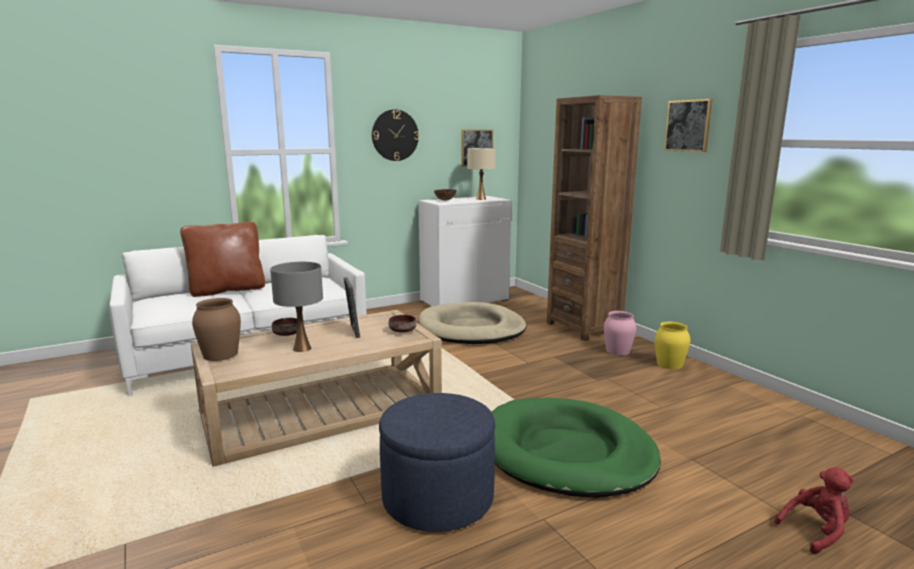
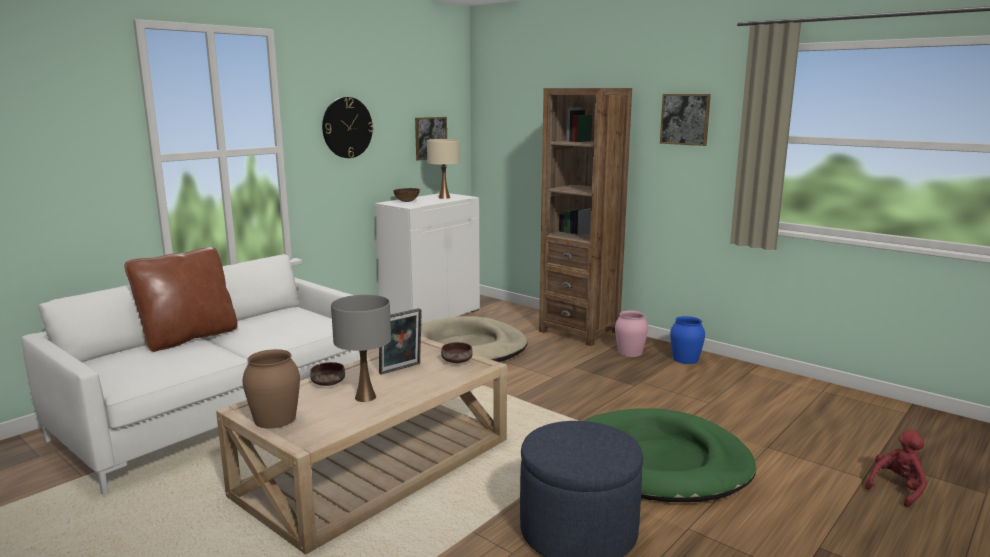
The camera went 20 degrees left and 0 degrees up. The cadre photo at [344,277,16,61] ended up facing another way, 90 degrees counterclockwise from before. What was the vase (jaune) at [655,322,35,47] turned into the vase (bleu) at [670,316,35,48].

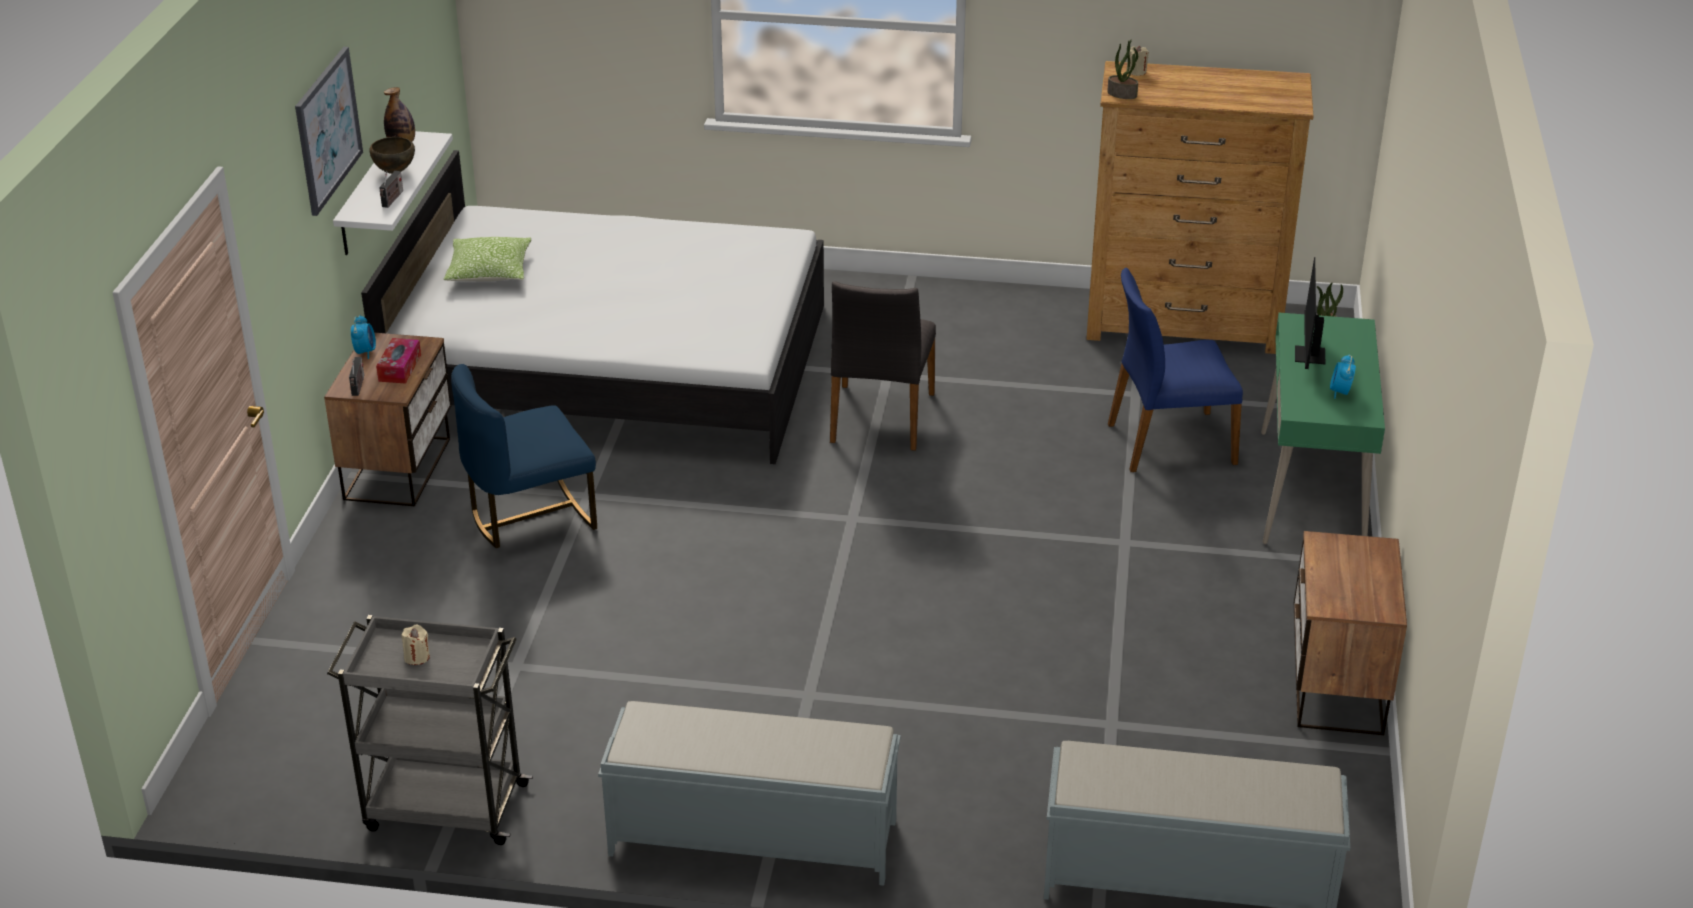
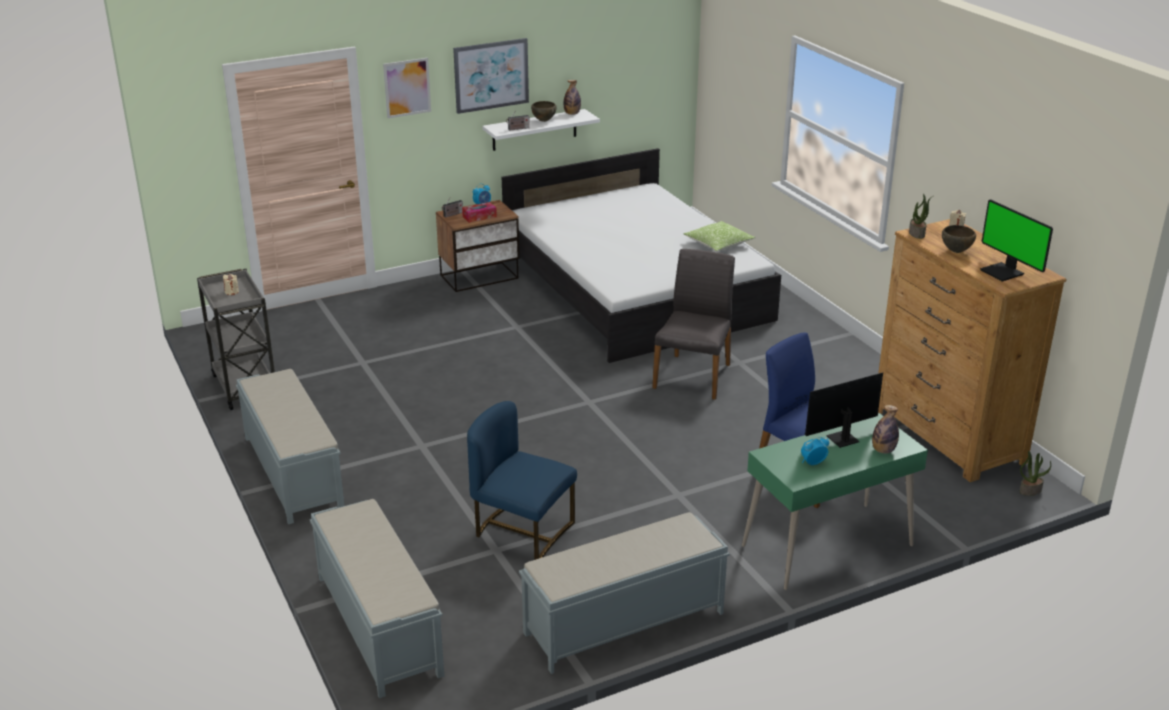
The camera went 55 degrees right and 5 degrees down. The second view gained the tableau at [383,58,48,60]. The chaise (bleu) ended up elsewhere, having gone from [451,364,146,184] to [467,401,110,159]. Where the table de chevet stood at [1294,531,113,204], the banc (gris) came to stand at [519,512,211,162]. The chaise (gris) at [830,281,106,170] ended up facing another way, 135 degrees clockwise from before. The coussin ended up elsewhere, having gone from [444,237,87,45] to [683,221,72,30]. The second view gained the bouteille at [872,405,27,49]. The second view gained the bol (marron) at [942,225,34,28]. The second view gained the écran d'ordinateur at [980,199,73,82].

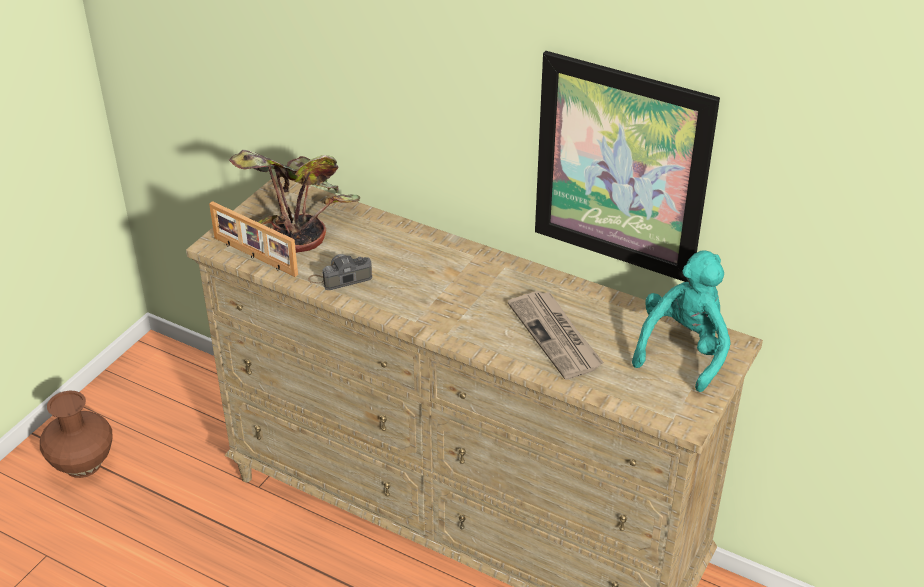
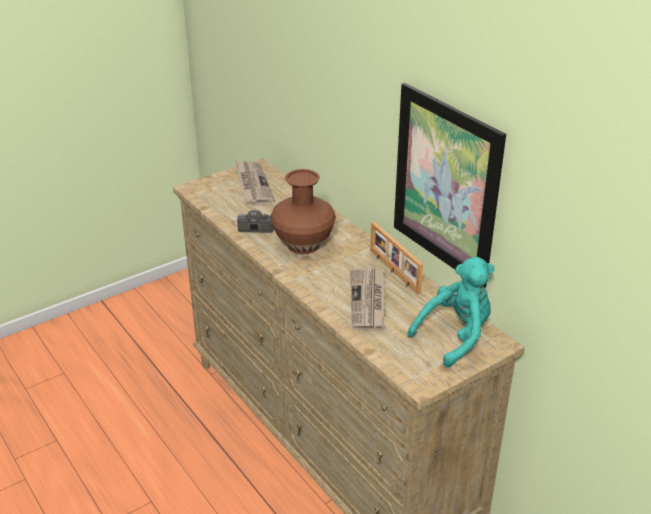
The camera went 25 degrees right and 5 degrees down. Where the plante en pot stood at [229,150,131,103], the journal came to stand at [235,160,40,46]. The vase (marron) ended up elsewhere, having gone from [40,391,73,87] to [270,169,66,85]. The cadre photo ended up elsewhere, having gone from [209,201,89,76] to [370,222,53,72].

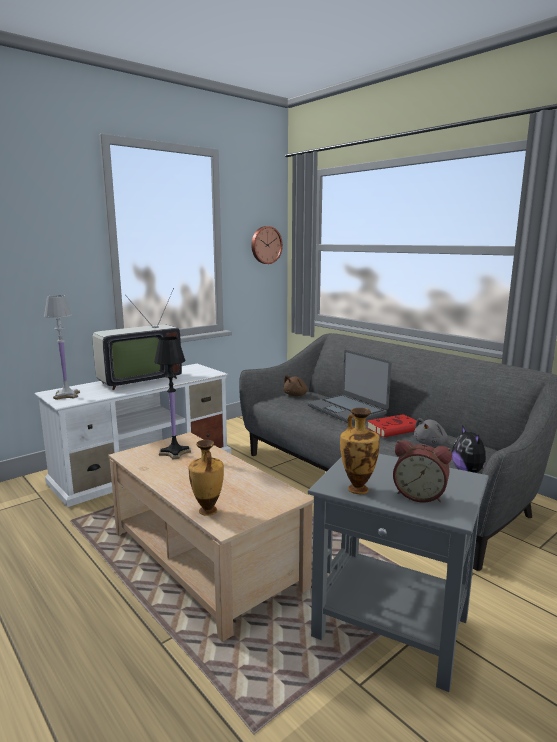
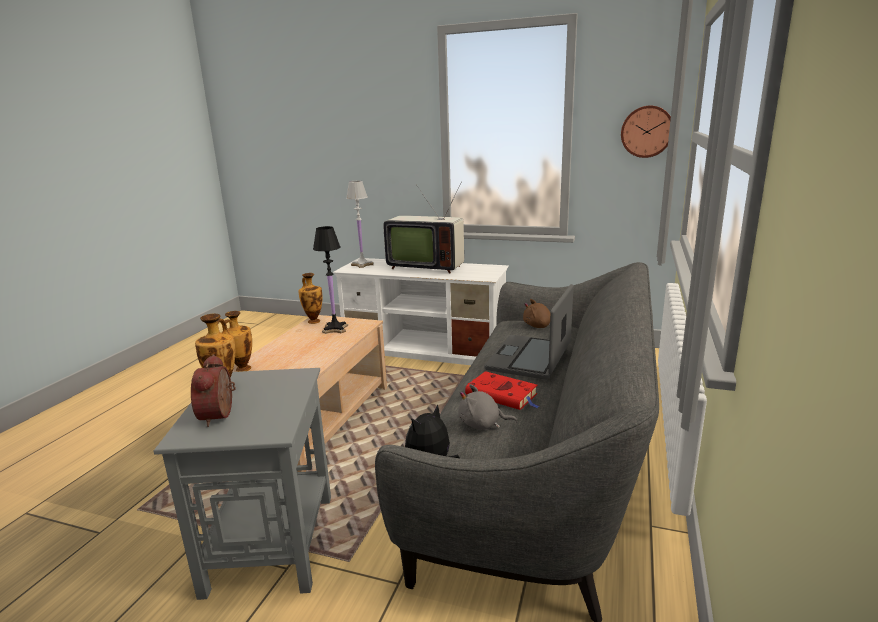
The camera went 60 degrees right and 5 degrees up. The second view gained the vase at [298,273,24,51].

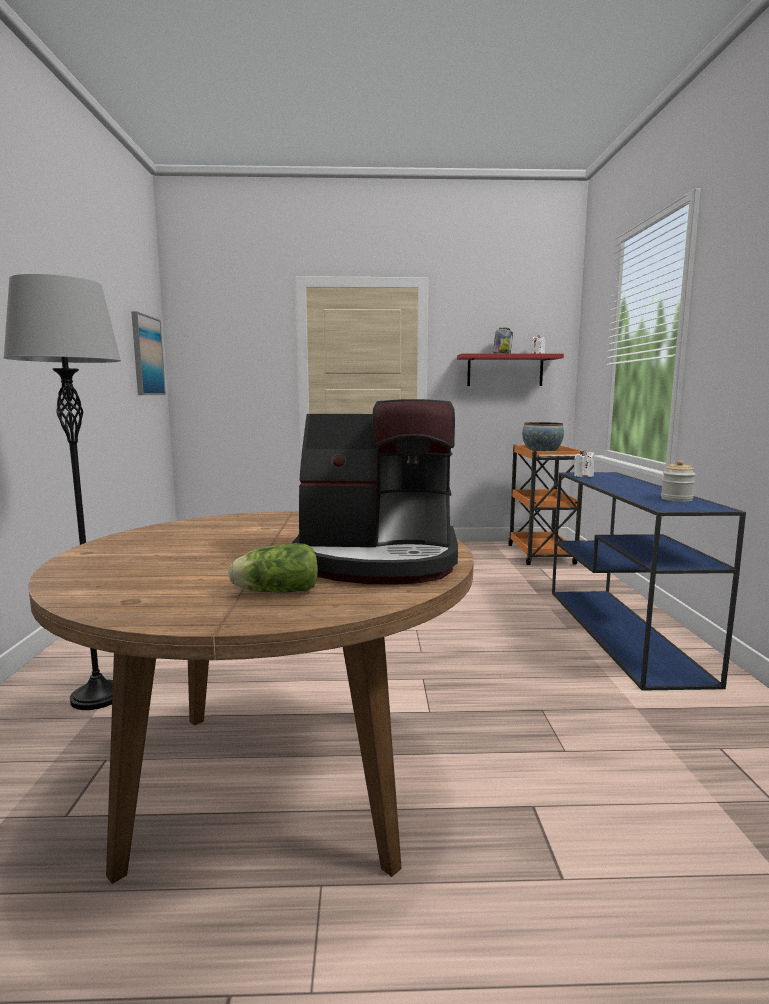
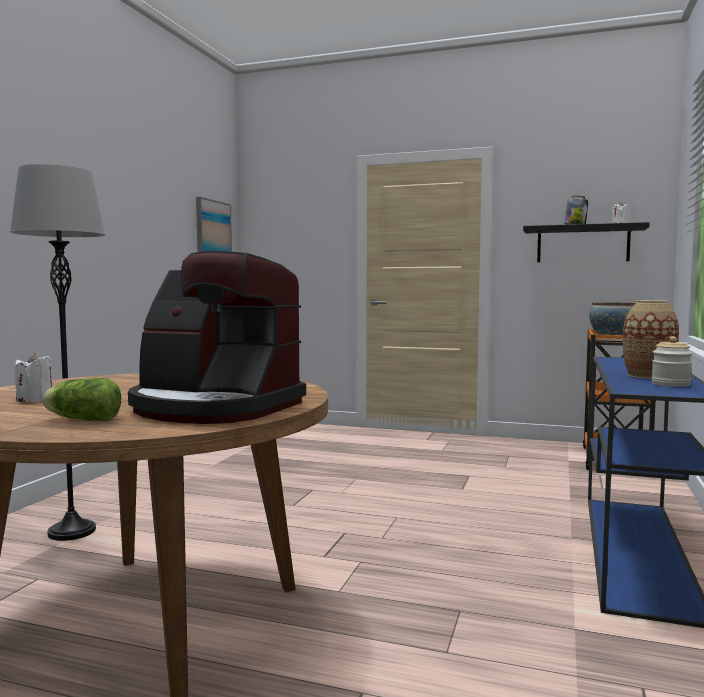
The camera went 20 degrees right and 5 degrees down. The bougie (blanc) ended up elsewhere, having gone from [574,450,20,27] to [14,353,38,49]. What was the étagère (rouge) at [457,353,107,33] turned into the étagère (noir) at [523,222,127,40]. The second view gained the vase at [623,300,56,79].

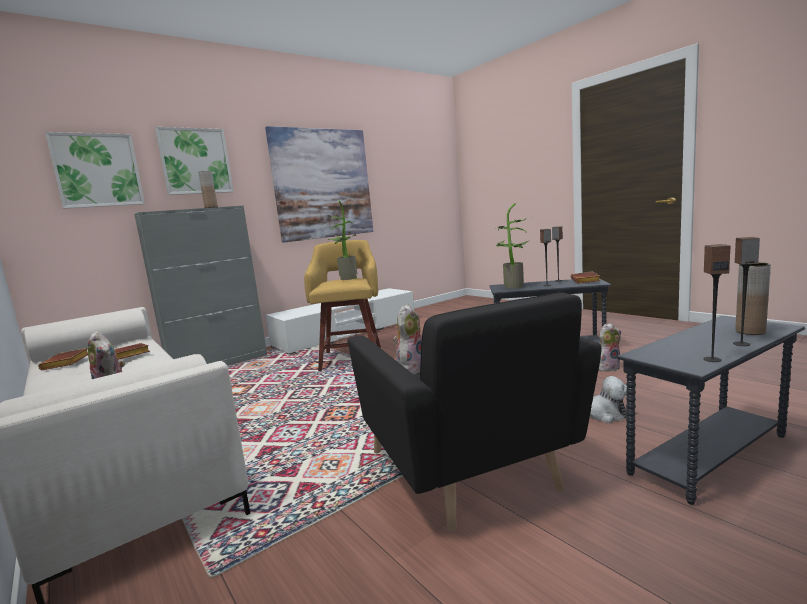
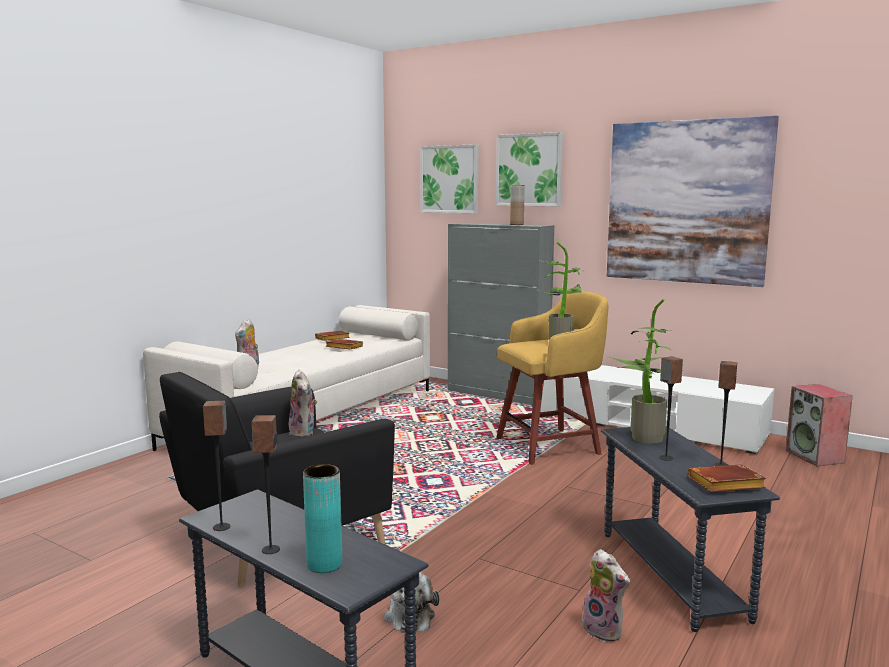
The camera went 70 degrees right and 0 degrees up. The peluche at [393,304,29,71] ended up facing another way, 60 degrees clockwise from before. What was the vase (marron) at [735,262,36,73] turned into the vase (turquoise) at [303,464,39,109]. The second view gained the enceinte at [786,384,67,82].

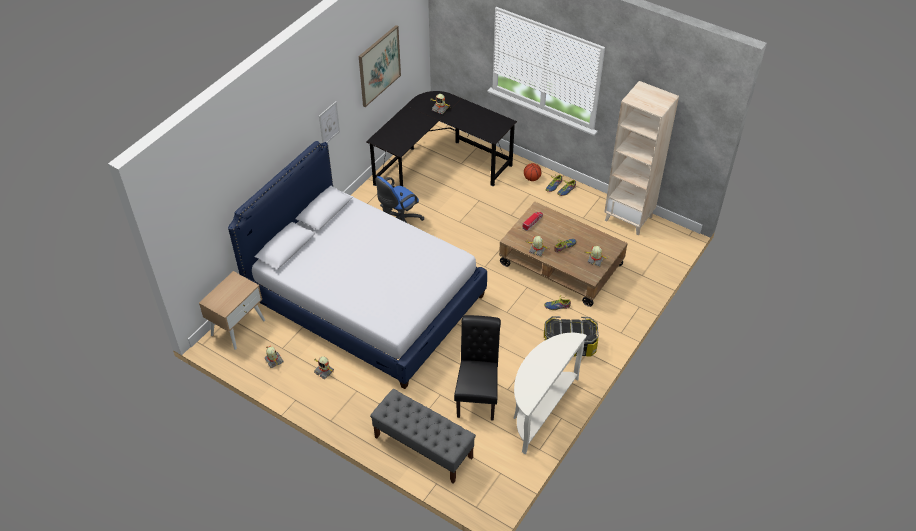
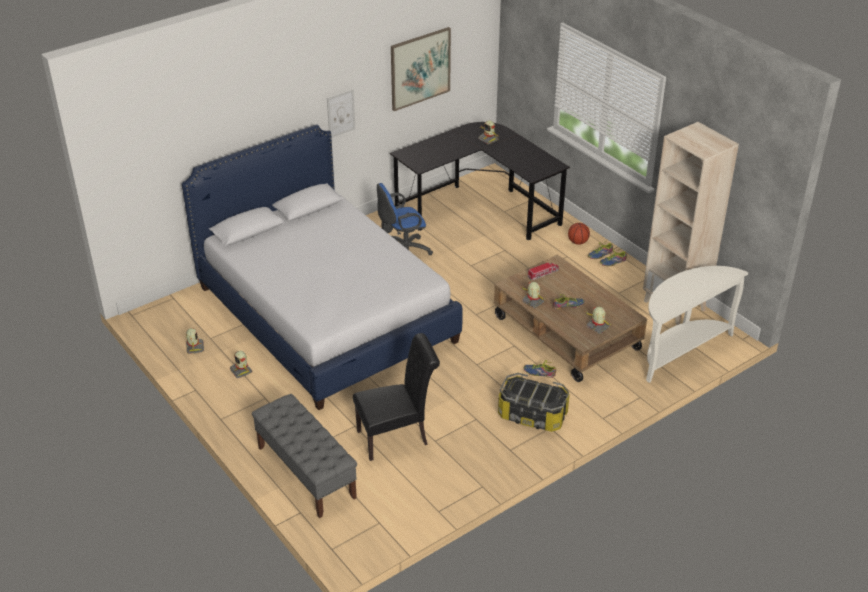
The camera went 20 degrees right and 10 degrees down. The chaise (noir) at [454,315,47,106] ended up facing another way, 45 degrees clockwise from before. The table console (blanc) ended up elsewhere, having gone from [513,333,74,121] to [646,266,102,117]. The second view lost the table de chevet (beige) at [199,271,66,79].

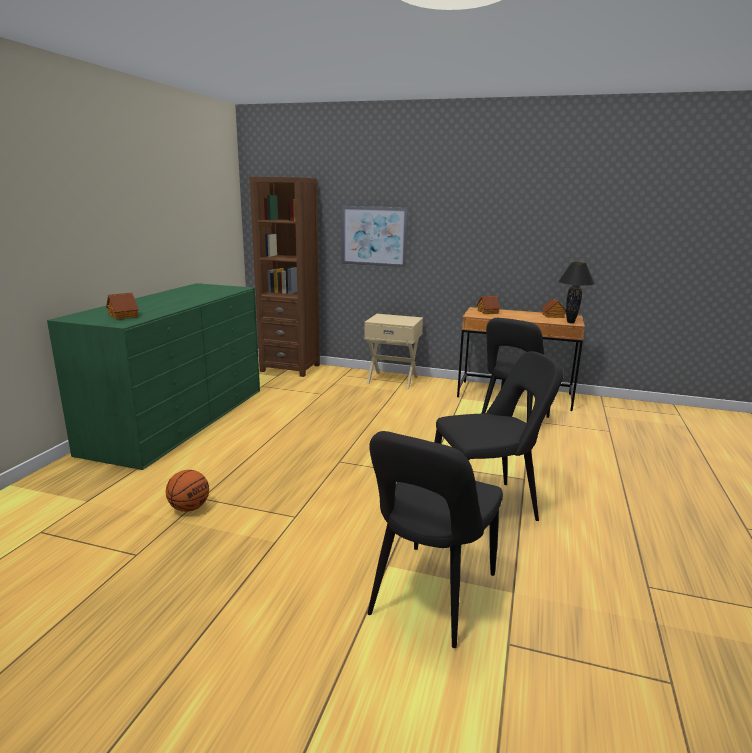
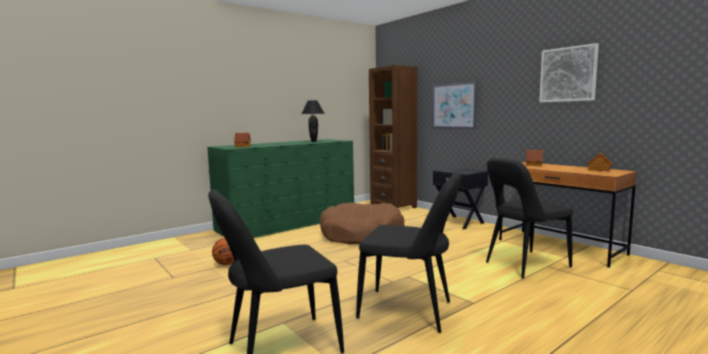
The camera went 35 degrees right and 10 degrees down. The lampe de table (noir) ended up elsewhere, having gone from [558,262,37,61] to [301,100,24,42]. The second view gained the panier pour chien (marron) at [319,203,86,41]. What was the table de chevet (beige) at [364,314,59,75] turned into the table de chevet (noir) at [433,167,55,62]. The second view gained the tableau at [539,43,60,59].

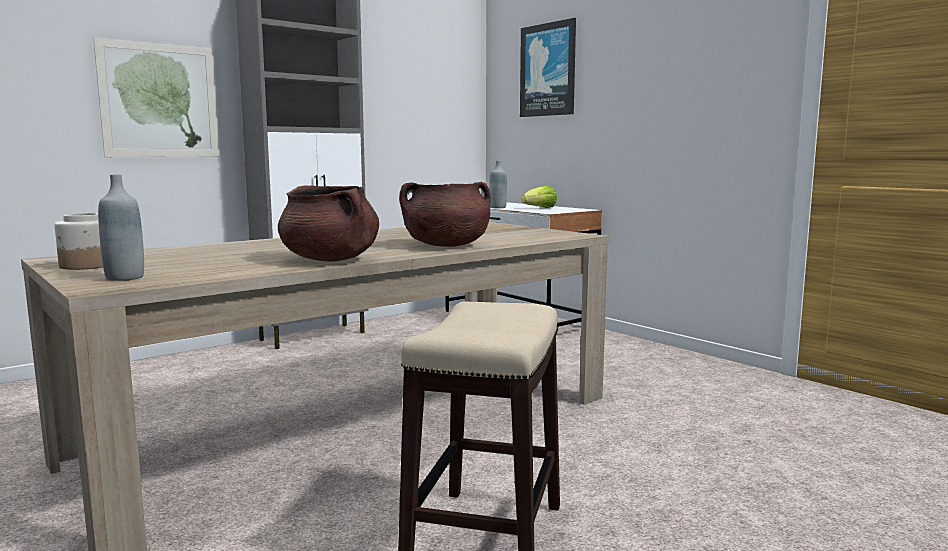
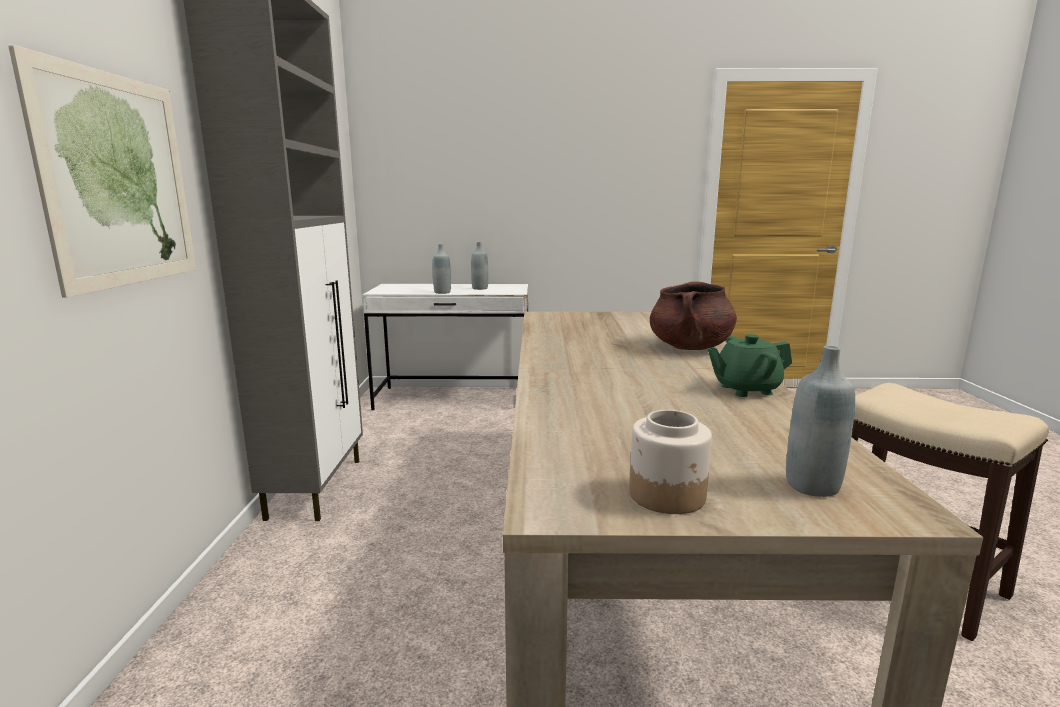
The camera went 50 degrees left and 5 degrees up. Where the laitue stood at [521,185,36,23], the bouteille (gris) came to stand at [471,242,17,48]. Where the marmite (marron) stood at [278,185,101,76], the théière (vert) came to stand at [708,334,84,63]. The second view lost the tableau at [520,18,56,99].

